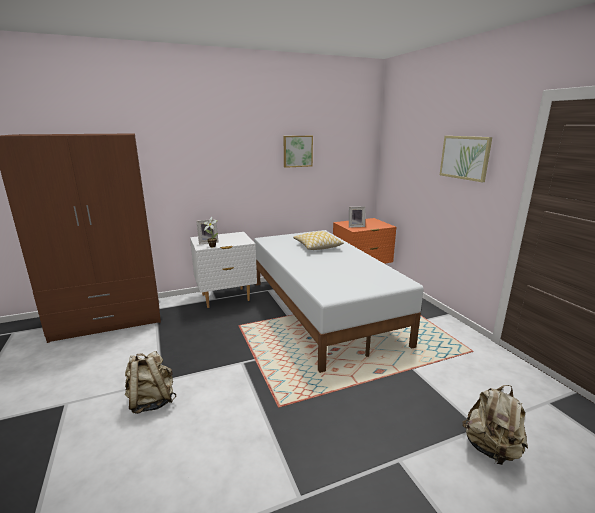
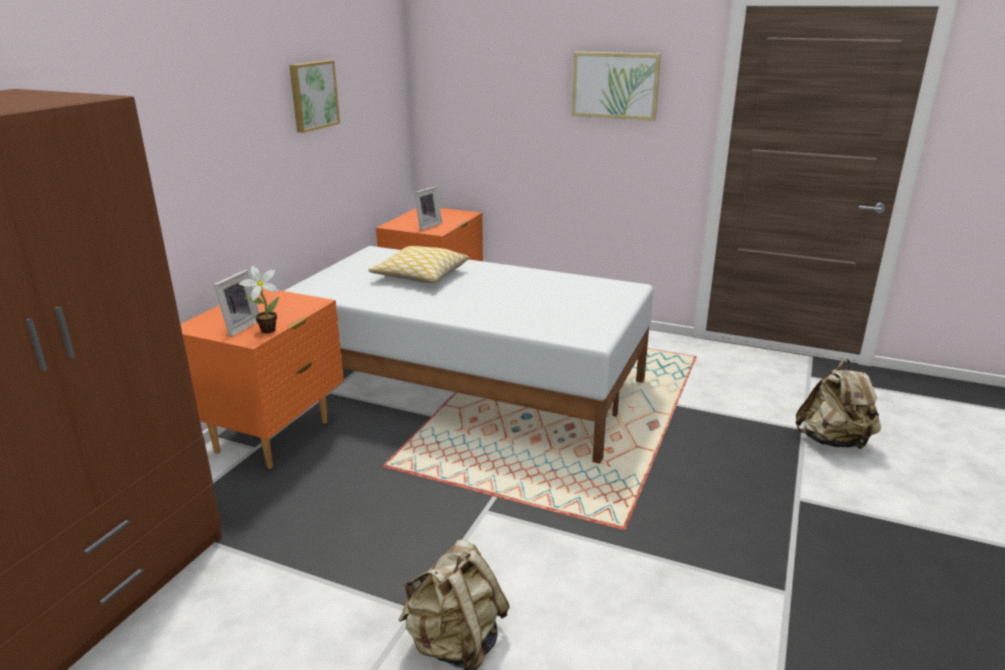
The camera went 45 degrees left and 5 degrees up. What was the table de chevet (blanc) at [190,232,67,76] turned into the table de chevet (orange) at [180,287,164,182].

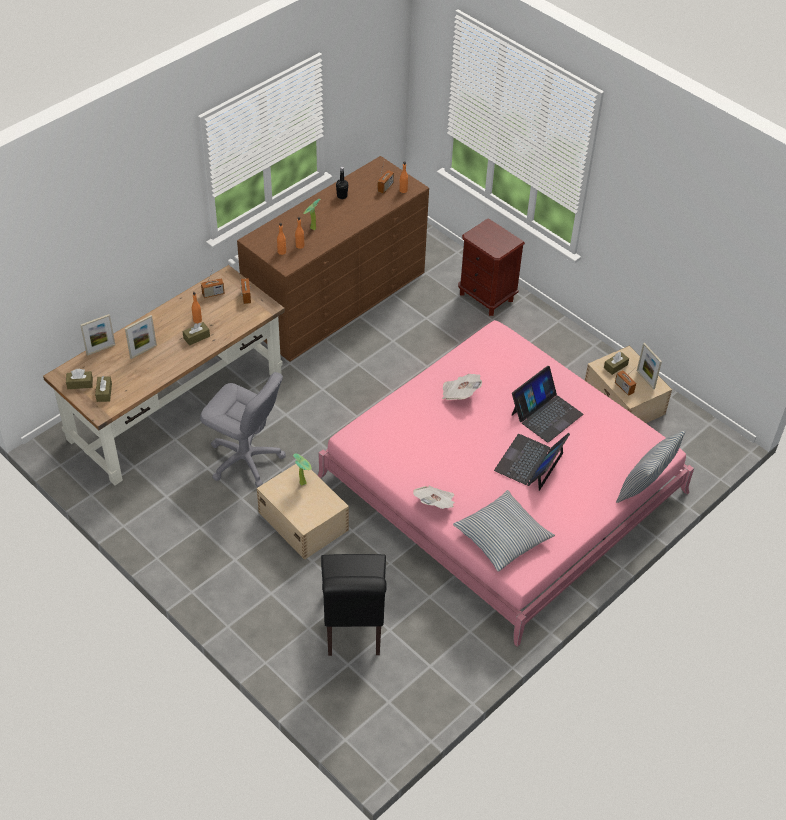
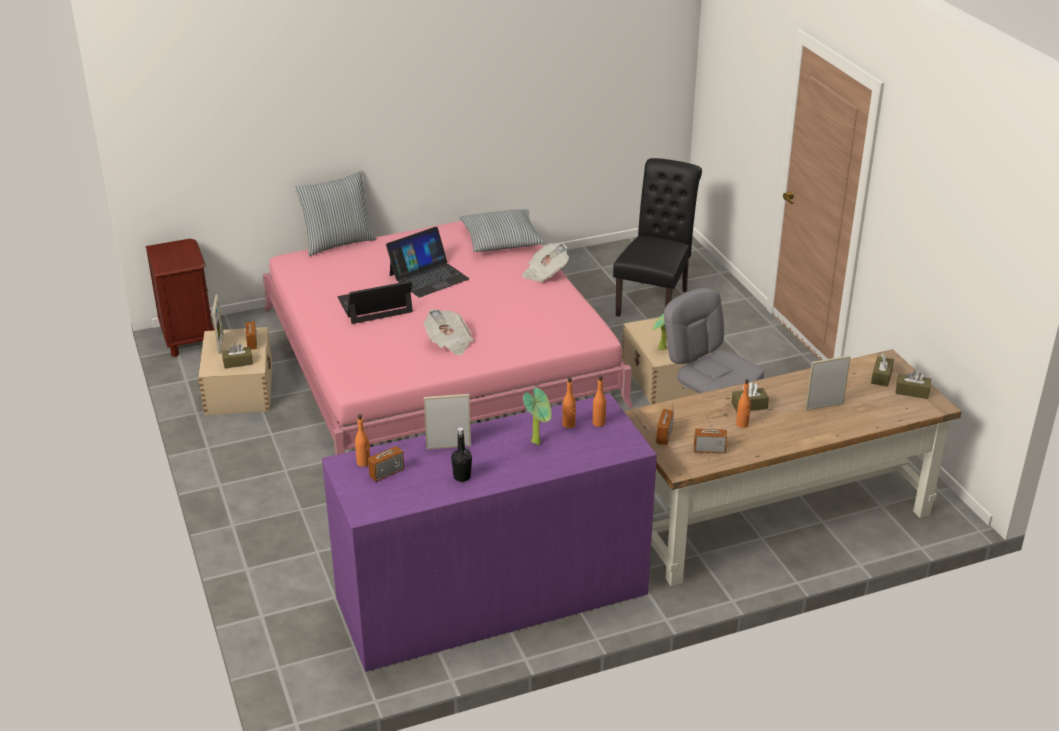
The camera went 155 degrees left and 15 degrees down. The table de chevet (marron) ended up elsewhere, having gone from [458,218,67,98] to [146,239,69,118]. What was the commode (marron) at [237,156,192,206] turned into the commode (violet) at [322,394,335,278]. The cadre photo ended up elsewhere, having gone from [80,314,35,42] to [424,394,47,55].

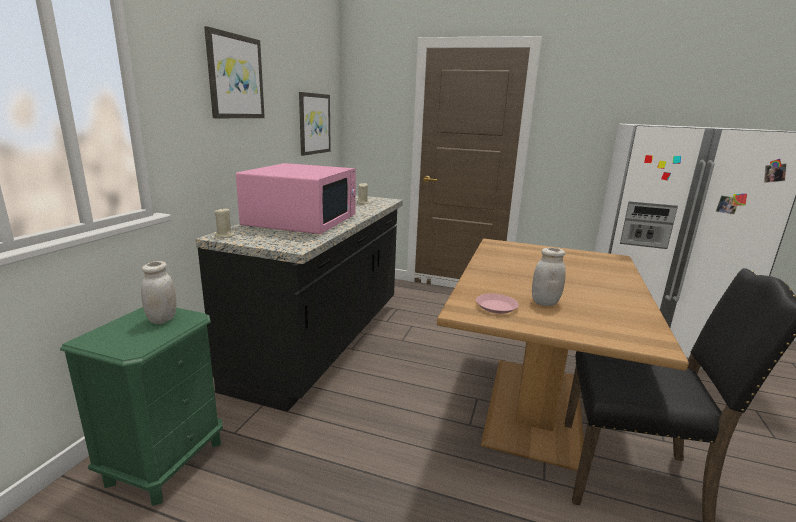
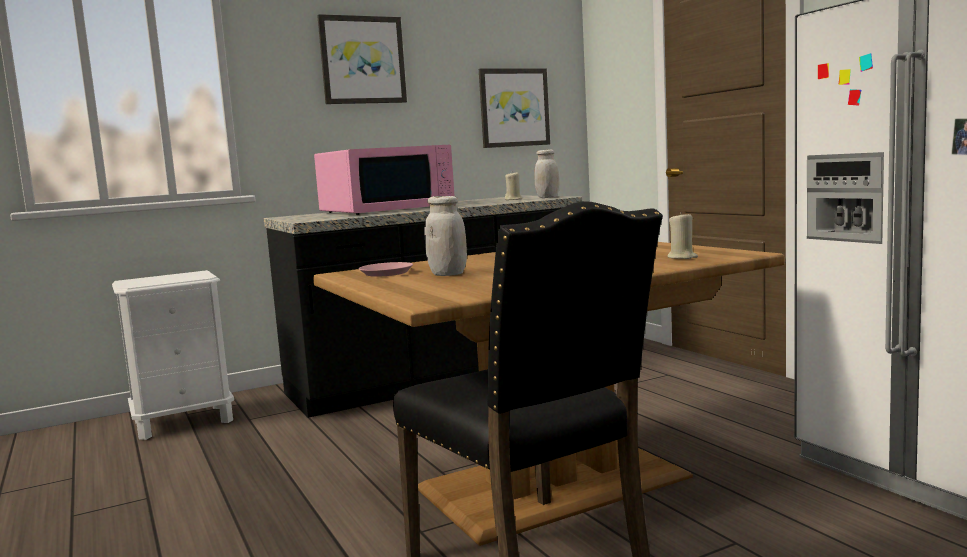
The camera went 45 degrees right and 10 degrees down. What was the table de chevet (vert) at [60,307,163,199] turned into the table de chevet (blanc) at [112,270,122,170]. The bocal (blanc) ended up elsewhere, having gone from [141,261,36,63] to [534,150,25,48]. The bougie (beige) ended up elsewhere, having gone from [214,207,21,31] to [667,212,31,47].

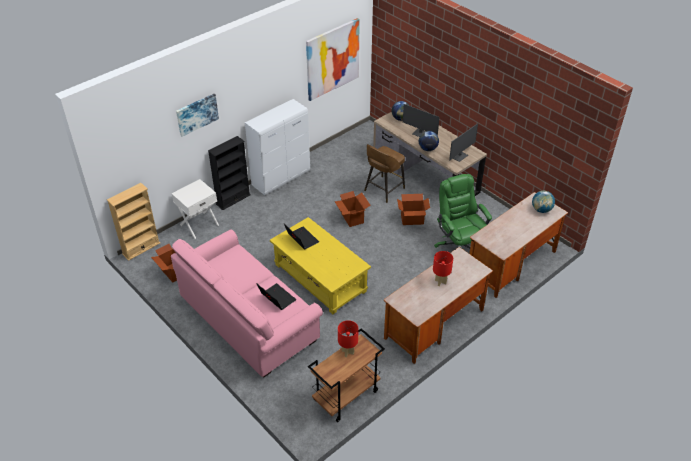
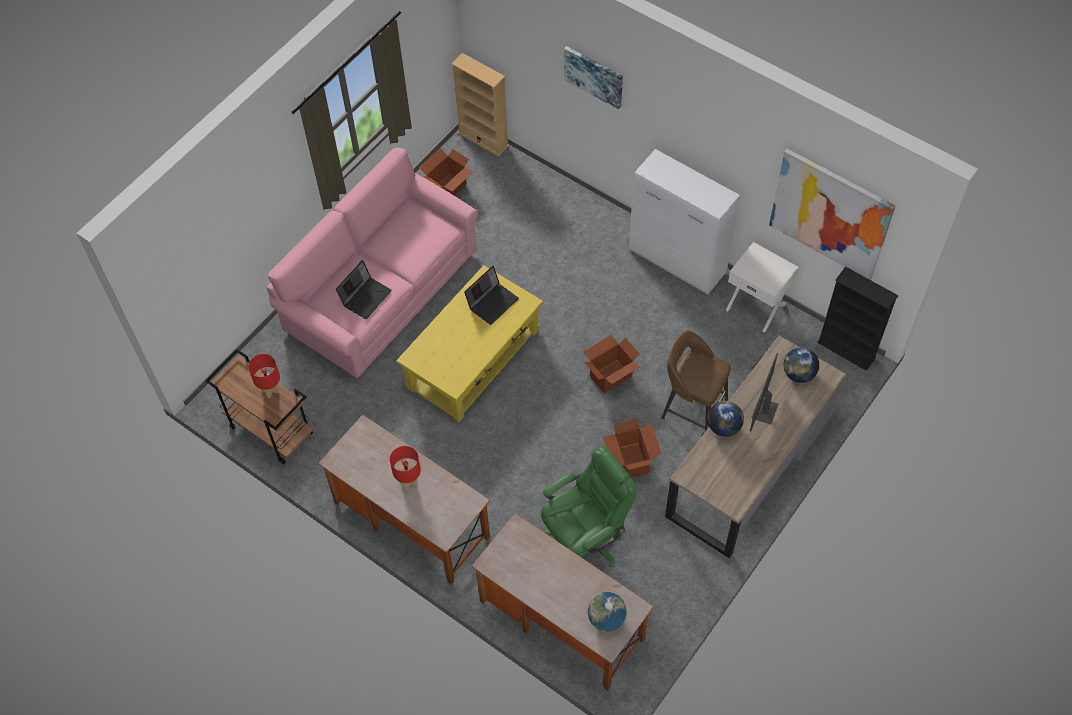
The camera went 80 degrees right and 15 degrees up. The table de chevet (blanc) ended up elsewhere, having gone from [172,179,47,60] to [726,242,73,91]. The bibliothèque (noir) ended up elsewhere, having gone from [208,136,43,74] to [817,266,82,105]. The second view lost the écran d'ordinateur at [449,123,29,39].

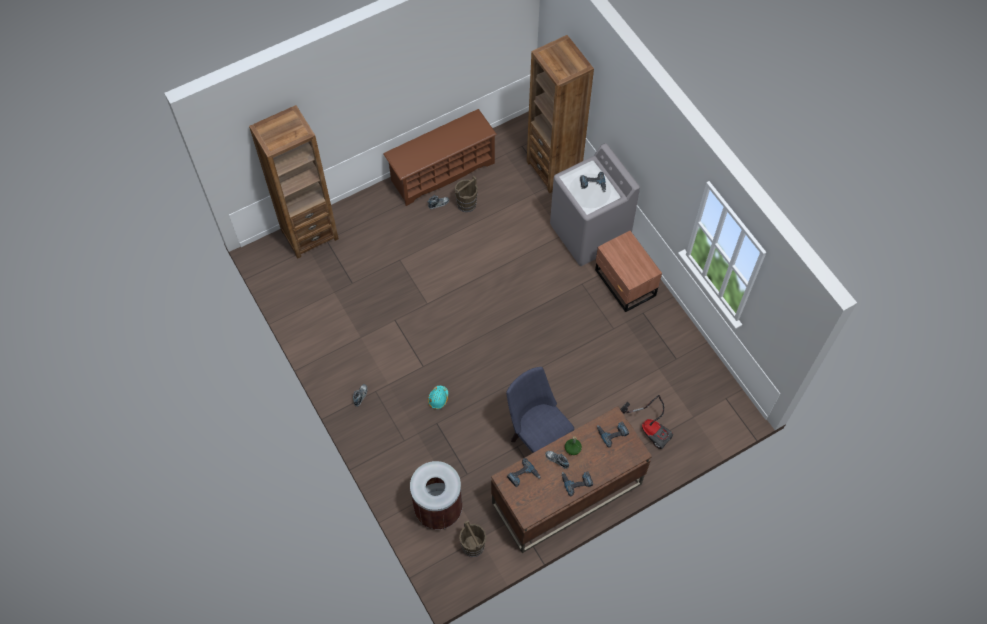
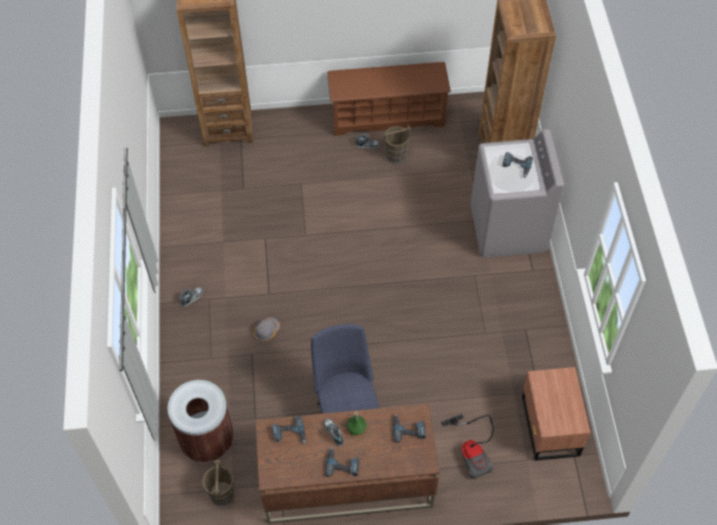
The camera went 25 degrees right and 5 degrees down. What was the casque de chantier (turquoise) at [428,386,20,23] turned into the casque de chantier (gris) at [254,318,26,23]. The table de chevet (marron) ended up elsewhere, having gone from [595,231,67,81] to [522,367,69,94].

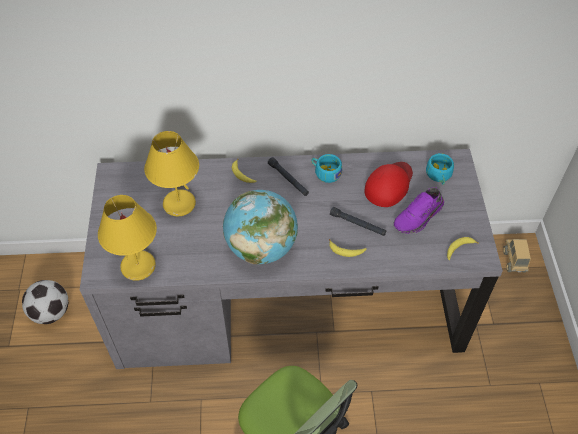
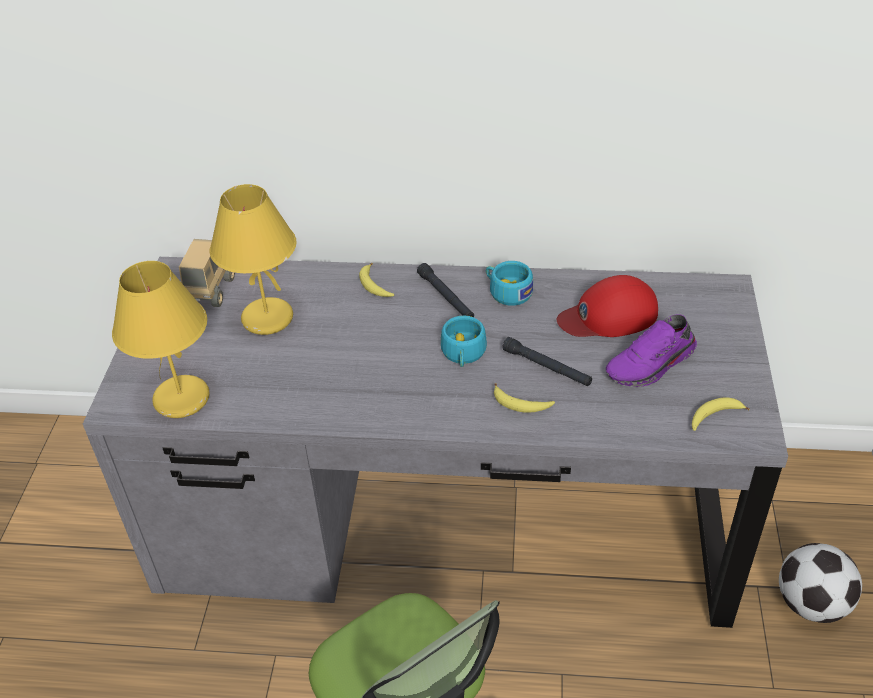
The camera went 10 degrees right and 10 degrees down. The camion jouet ended up elsewhere, having gone from [503,239,28,33] to [179,239,56,68]. The tasse (turquoise) ended up elsewhere, having gone from [426,153,28,32] to [441,316,46,51]. The casquette (rouge) at [364,162,49,45] ended up facing another way, 150 degrees counterclockwise from before. The ballon de foot ended up elsewhere, having gone from [22,280,46,44] to [779,543,83,80]. The second view lost the globe at [223,190,75,74].

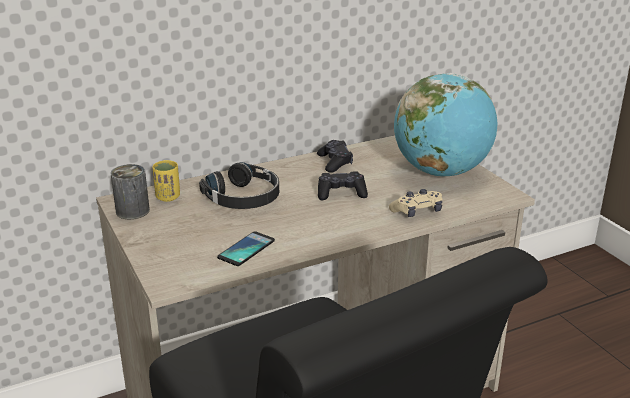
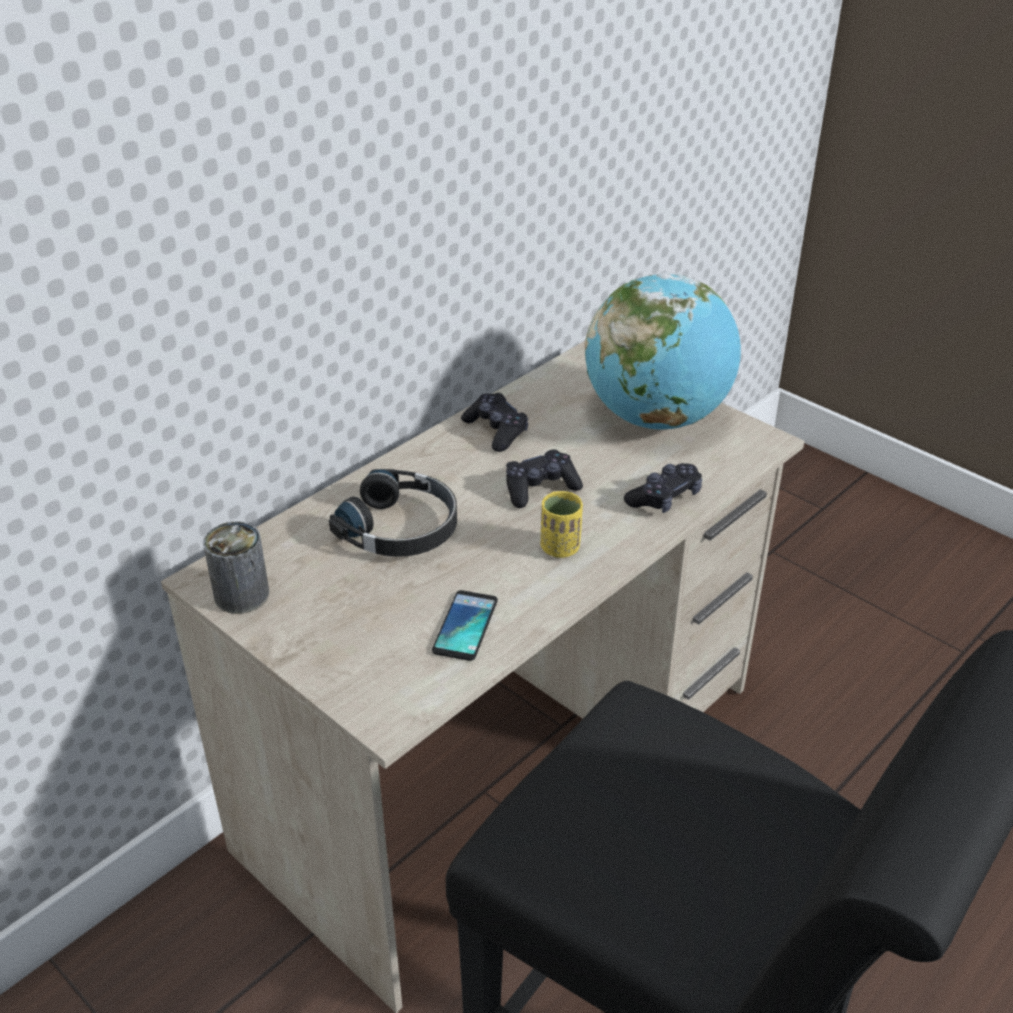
The camera went 20 degrees left and 10 degrees up. The tasse (jaune) ended up elsewhere, having gone from [152,160,28,42] to [540,491,43,67]. What was the manette (beige) at [389,189,54,28] turned into the manette (noir) at [624,463,78,50].

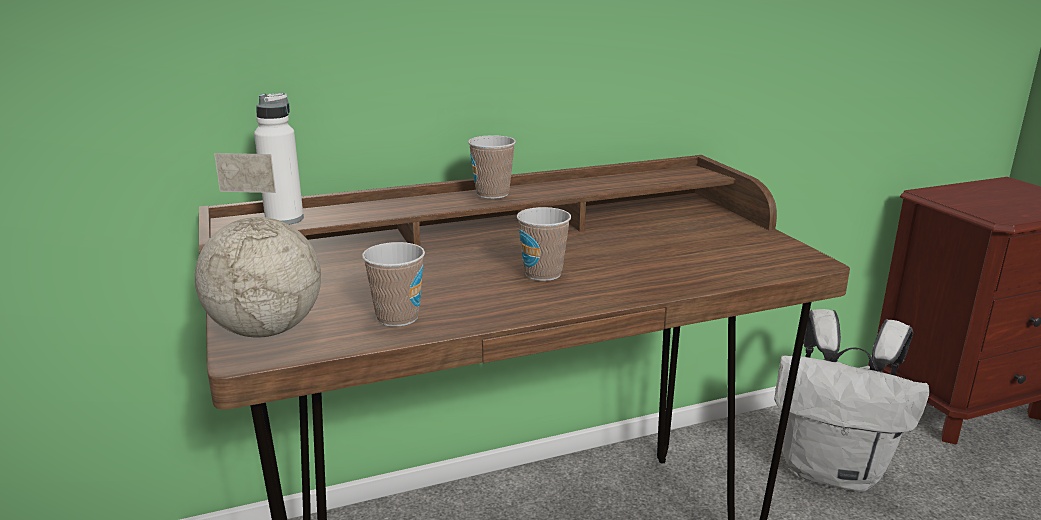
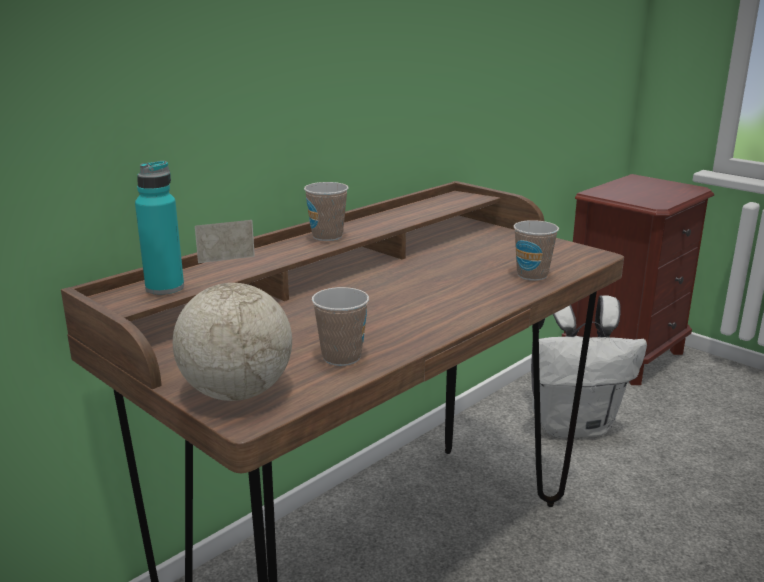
The camera went 25 degrees left and 0 degrees up. What was the bouteille (blanc) at [254,93,50,132] turned into the bouteille (turquoise) at [135,161,49,134]. The tasse ended up elsewhere, having gone from [517,207,54,74] to [513,220,46,61].

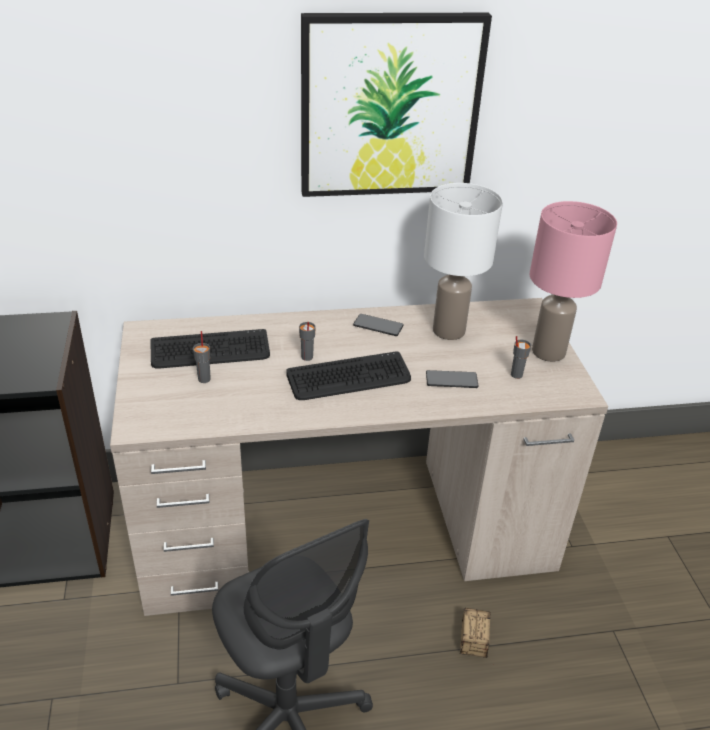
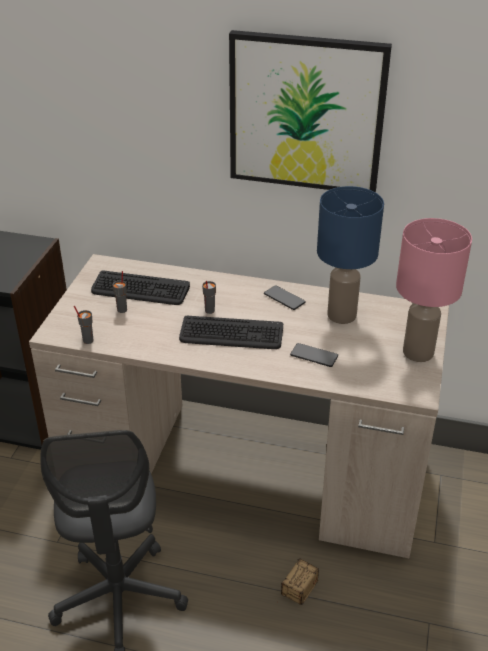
The camera went 25 degrees right and 0 degrees up. The tasse (gris) ended up elsewhere, having gone from [511,336,20,43] to [74,306,19,38]. What was the lampe de table (blanc) at [424,183,79,157] turned into the lampe de table (bleu) at [317,186,67,138].

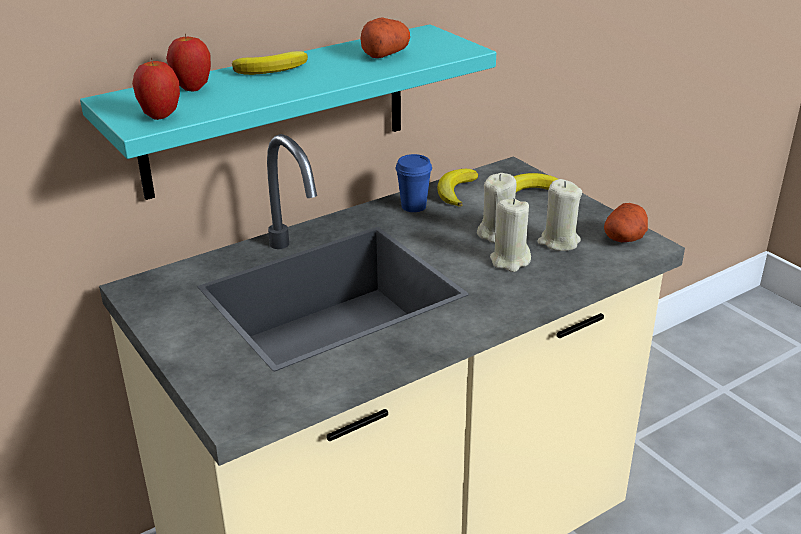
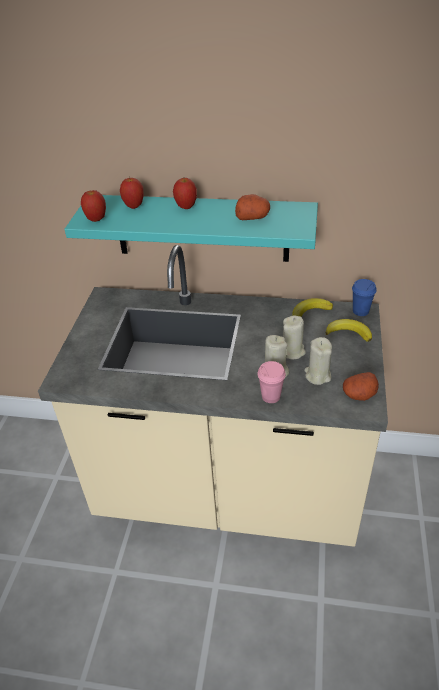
The camera went 45 degrees right and 10 degrees up. Where the banane stood at [232,51,76,24], the pomme came to stand at [173,178,24,31]. The second view gained the tasse (rose) at [257,361,29,42]. The tasse (bleu) ended up elsewhere, having gone from [395,154,37,58] to [352,279,25,37].

